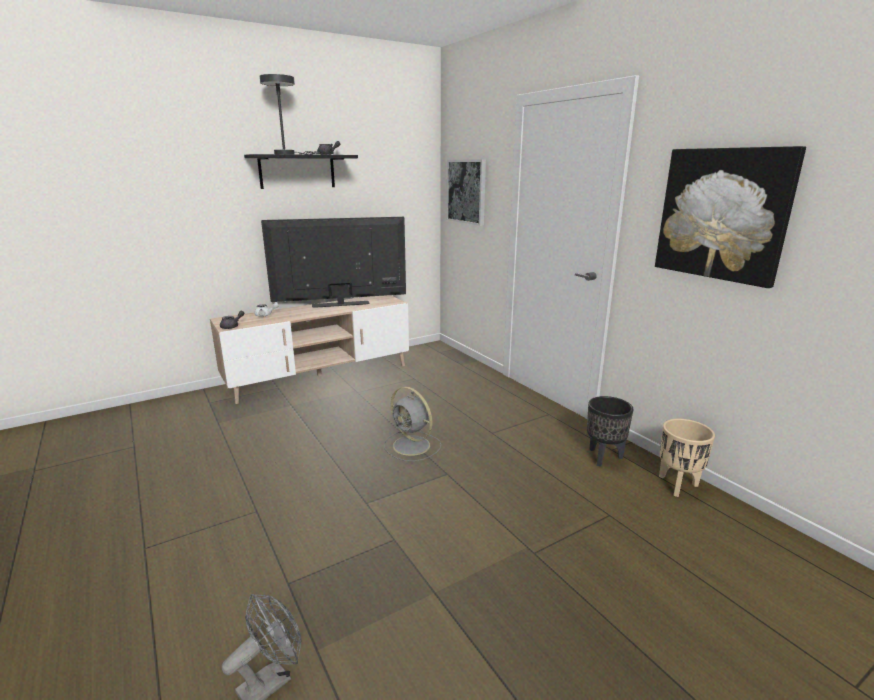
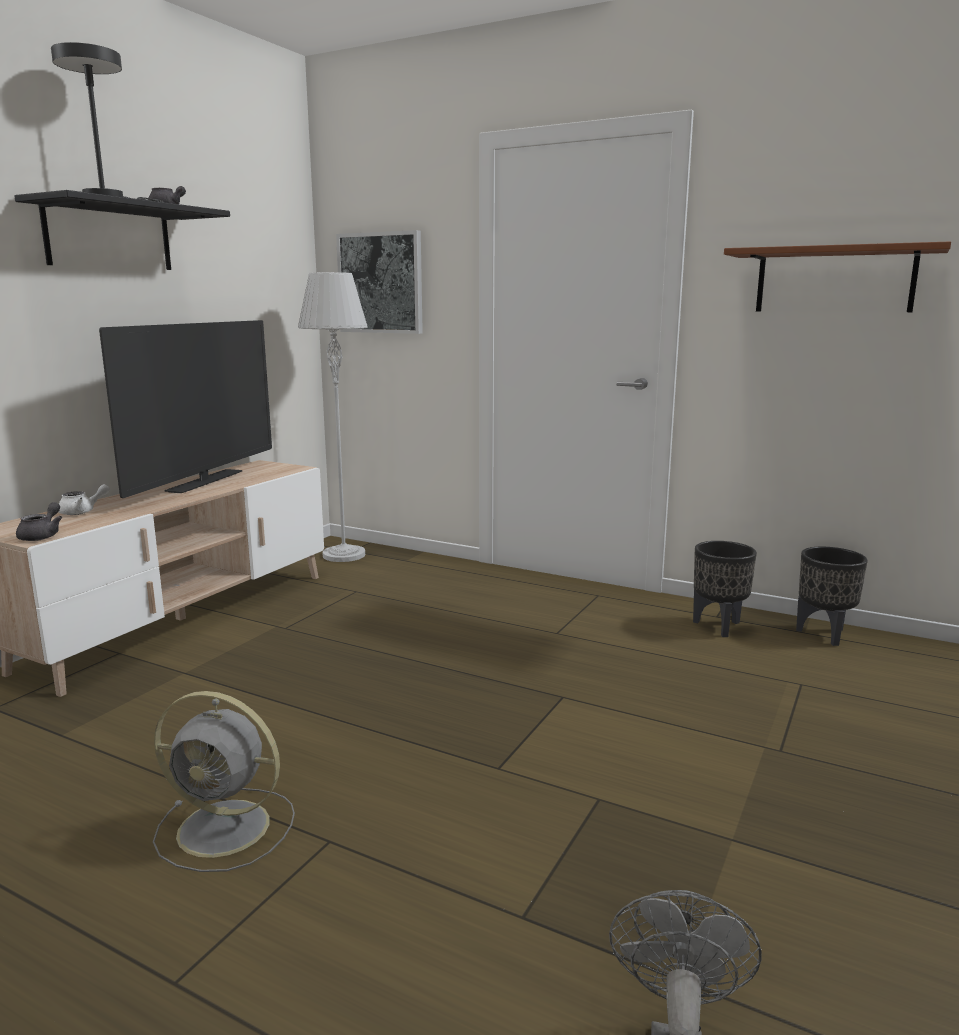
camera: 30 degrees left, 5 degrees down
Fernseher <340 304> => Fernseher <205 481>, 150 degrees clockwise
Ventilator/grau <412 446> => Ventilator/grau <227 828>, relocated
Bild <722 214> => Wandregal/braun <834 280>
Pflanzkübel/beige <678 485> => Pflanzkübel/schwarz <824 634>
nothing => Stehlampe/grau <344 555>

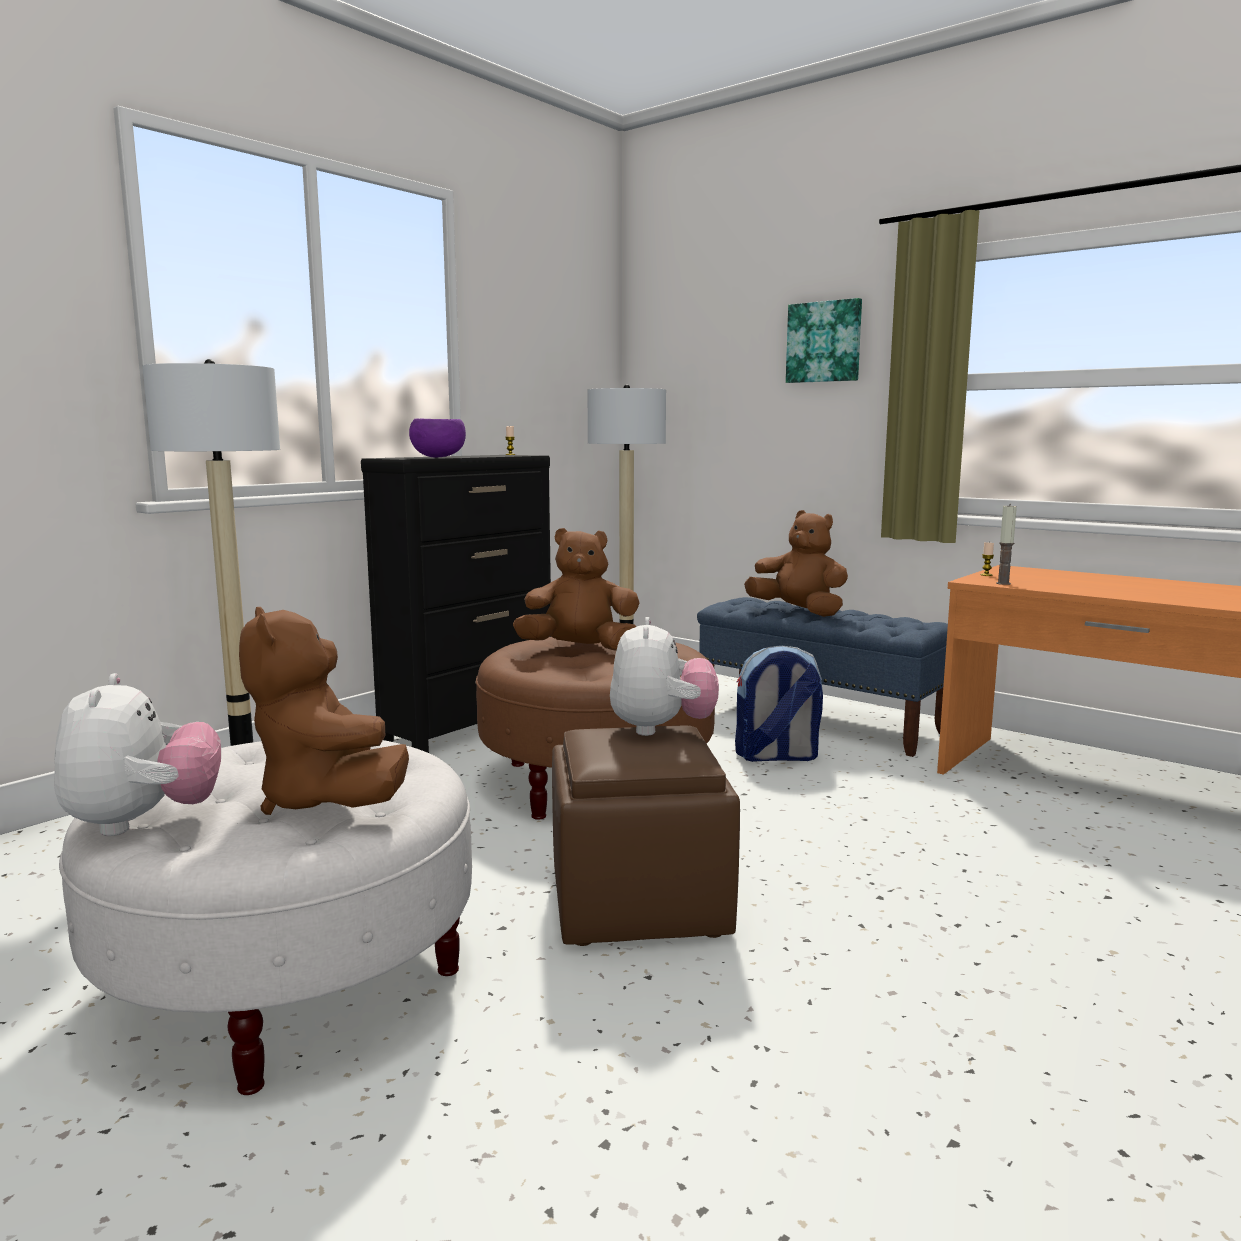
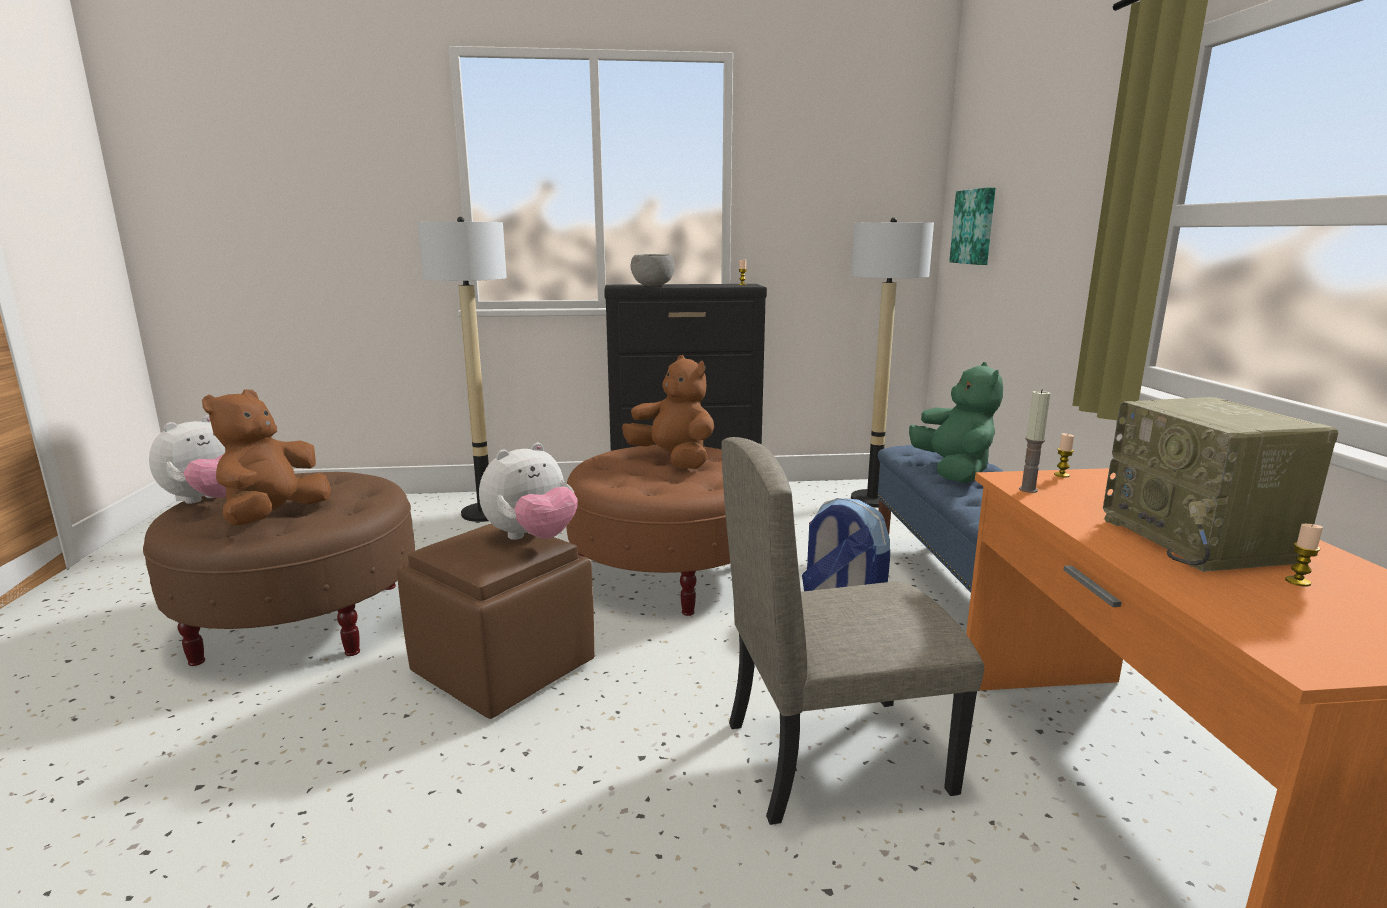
camera: 45 degrees right, 5 degrees up
Polsterhocker/weiß <290 981> => Polsterhocker/braun <302 620>
Schüssel/lila <438 457> => Schüssel/grau <652 286>
Plüschtier/braun <799 612> => Plüschtier/grün <953 471>
Bild <824 342> => Bild <974 227>, relocated
nothing => Stuhl/beige <835 755>
nothing => Radio <1199 541>
nothing => Kerze <1297 581>

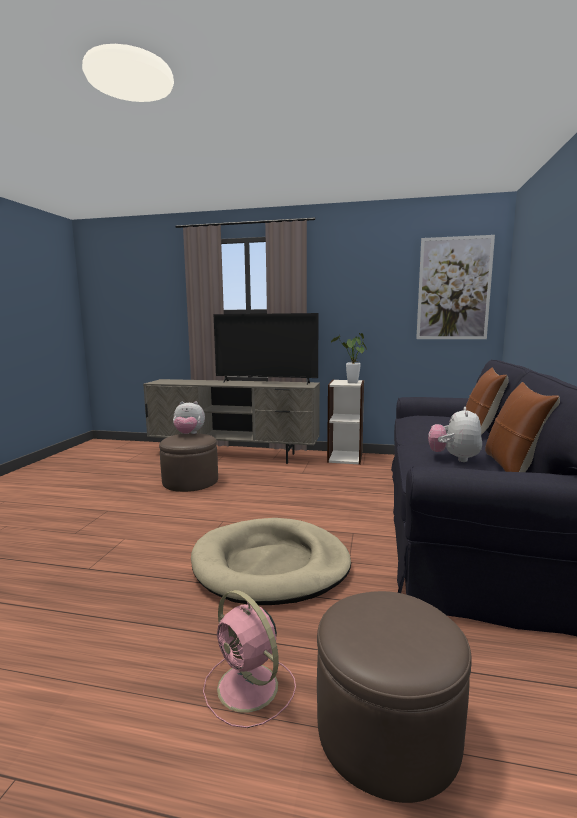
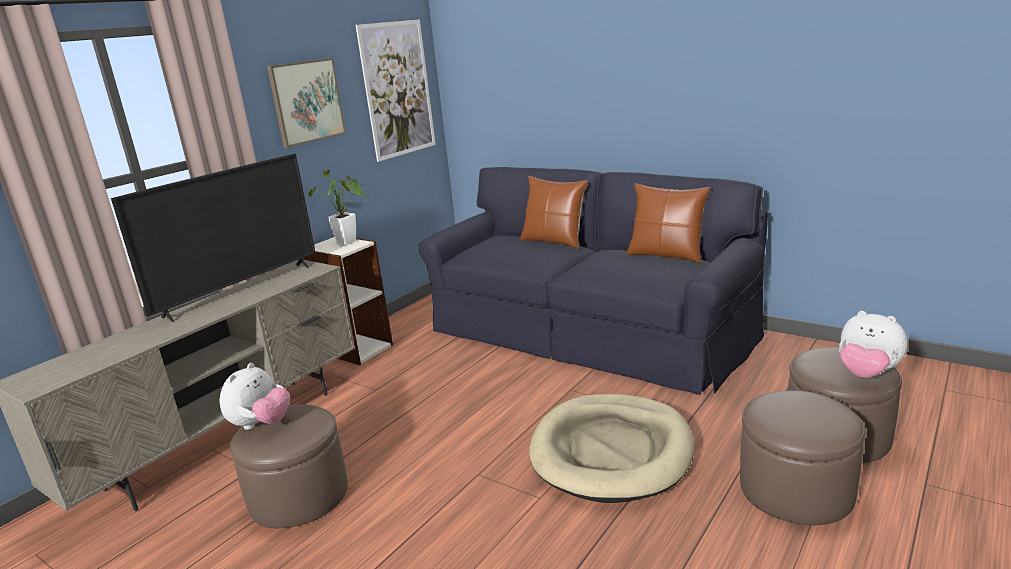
camera: 65 degrees left, 10 degrees up
Ventilator/rosa <249 688> => Polsterhocker/braun <796 489>
Plüschtier <454 458> => Plüschtier <867 374>, relocated
nothing => Bild <306 101>

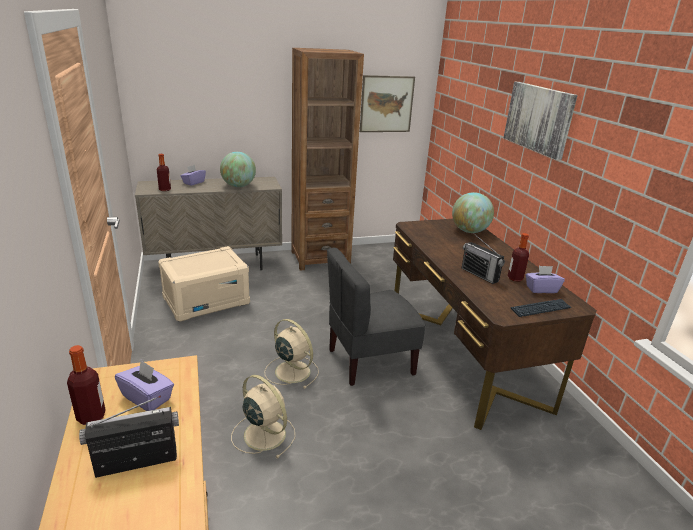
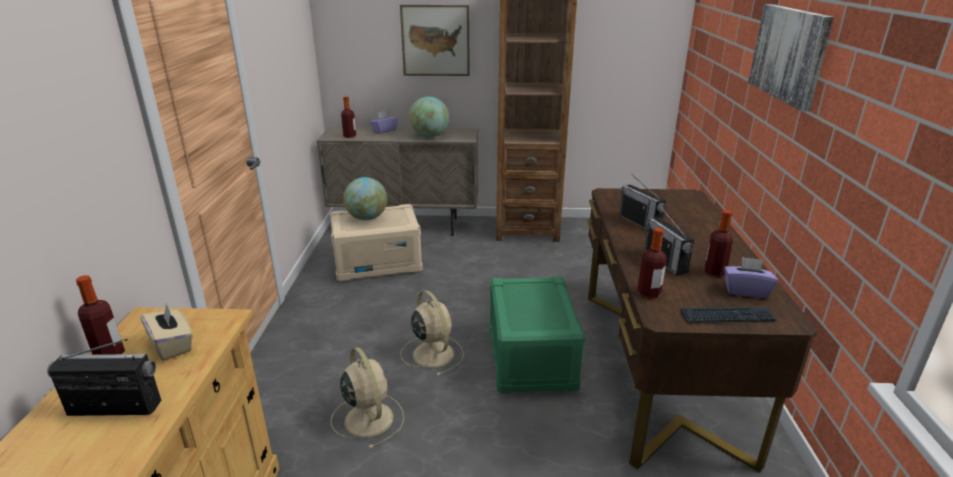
camera: 20 degrees right, 0 degrees up
Taschentuchbox/lila <147 398> => Taschentuchbox/beige <172 345>
Stuhl/grau <370 361> => Aufbewahrungsbox/grün <530 357>
Bild <386 104> => Bild <435 41>, relocated
Globus <469 231> => Globus <367 218>, relocated
nothing => Radio <639 223>
nothing => Flasche <648 293>

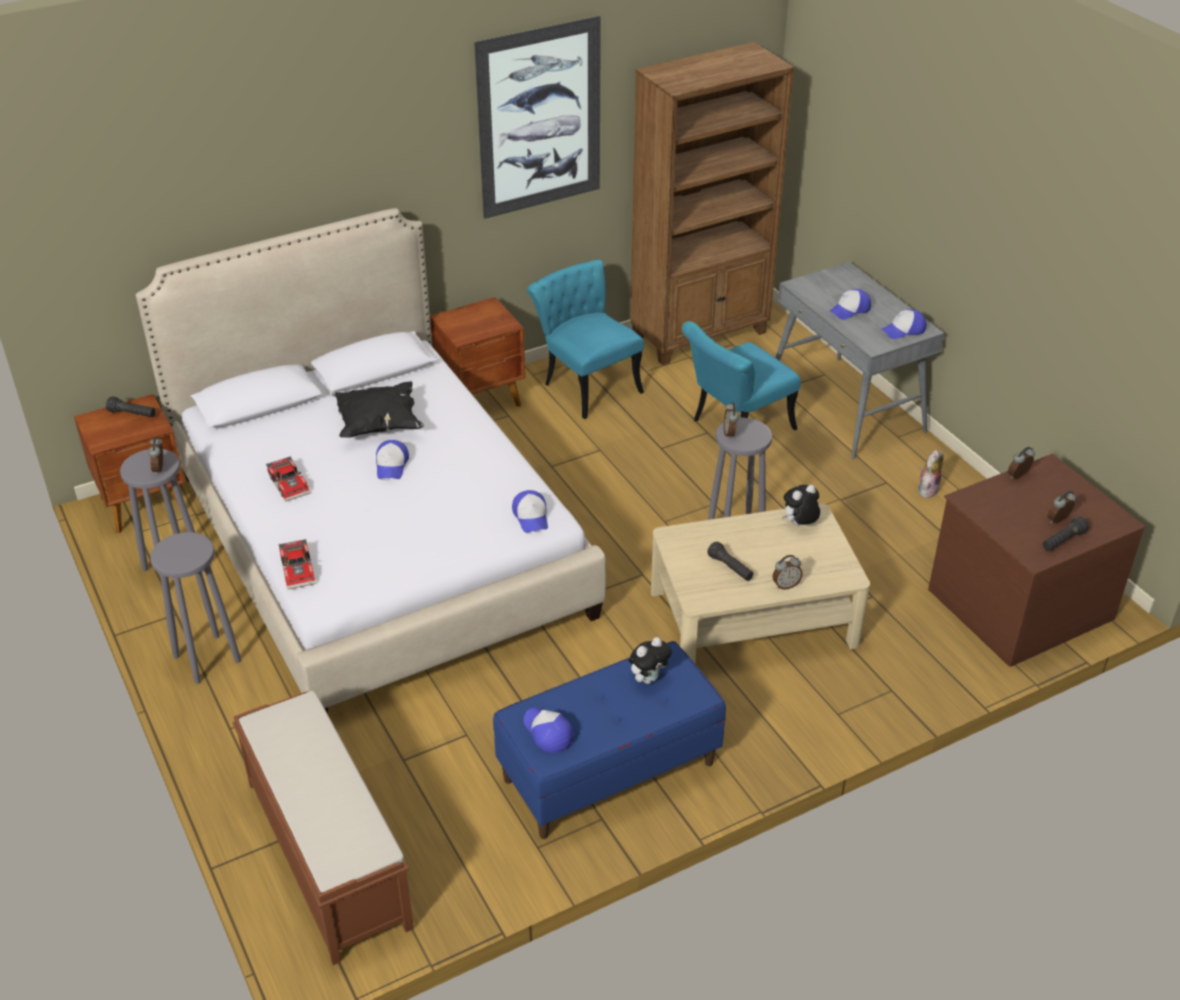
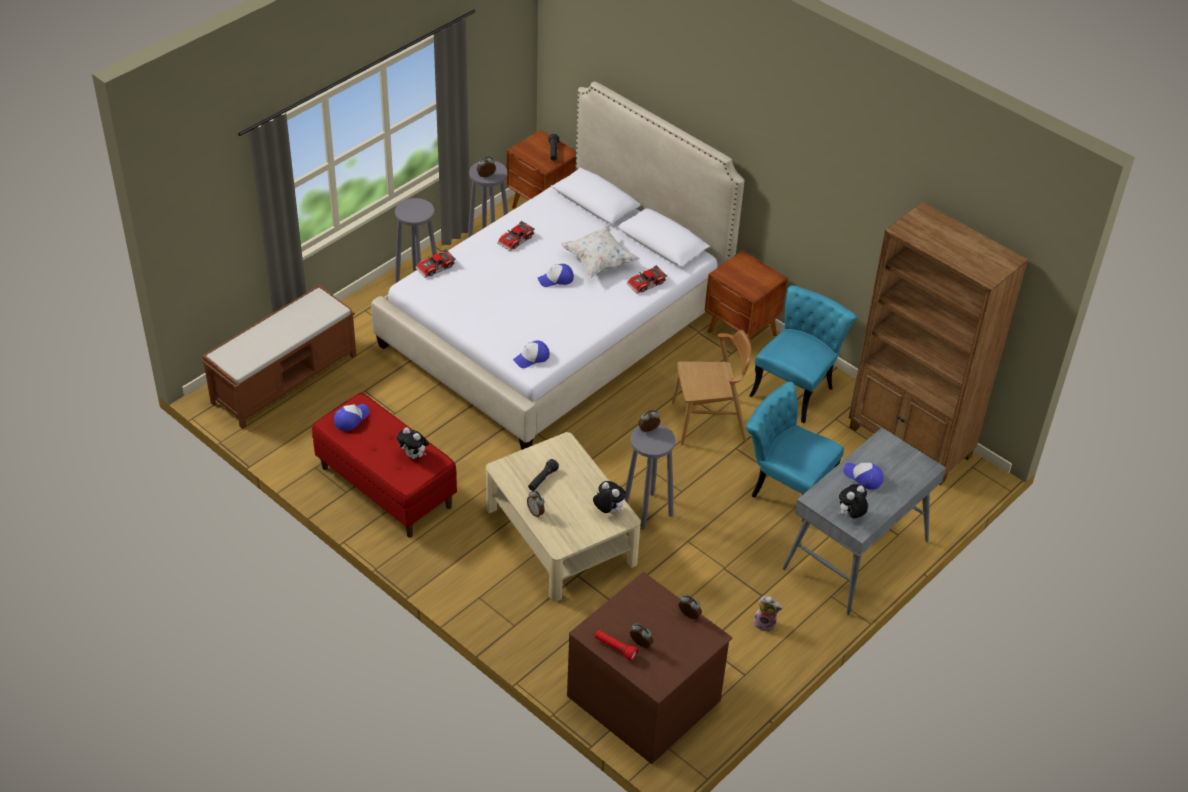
camera: 70 degrees right, 5 degrees up
Kissen/schwarz <378 424> => Kissen/weiß <598 262>
Bild <539 119> => nothing
Bank/blau <609 772> => Bank/rot <385 487>
Kappe <903 330> => Plüschtier <850 515>
Taschenlampe/schwarz <1062 541> => Taschenlampe/rot <615 648>
nothing => Spielzeugauto <647 284>
nothing => Stuhl/braun <709 422>

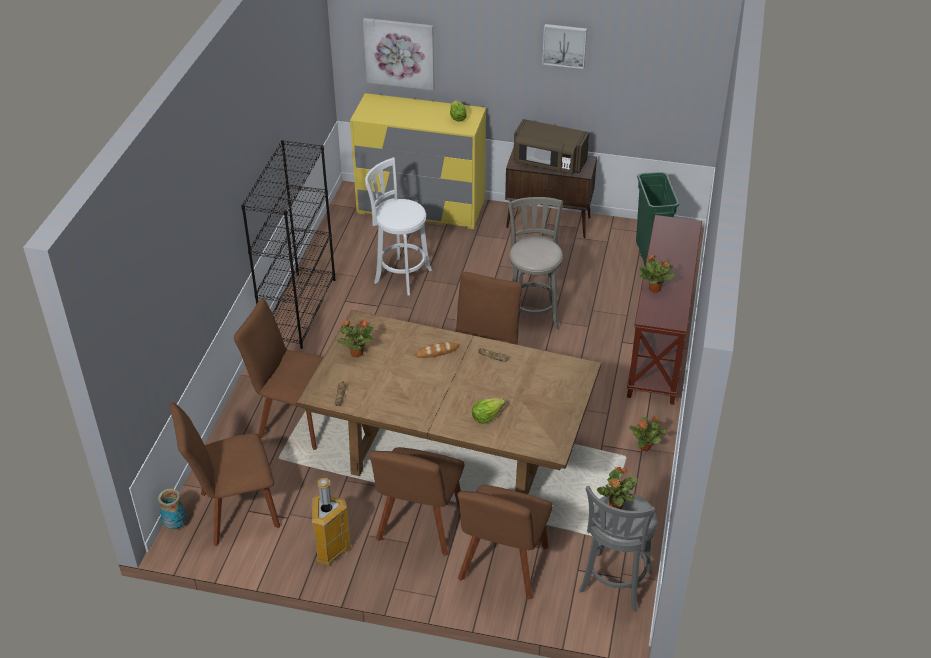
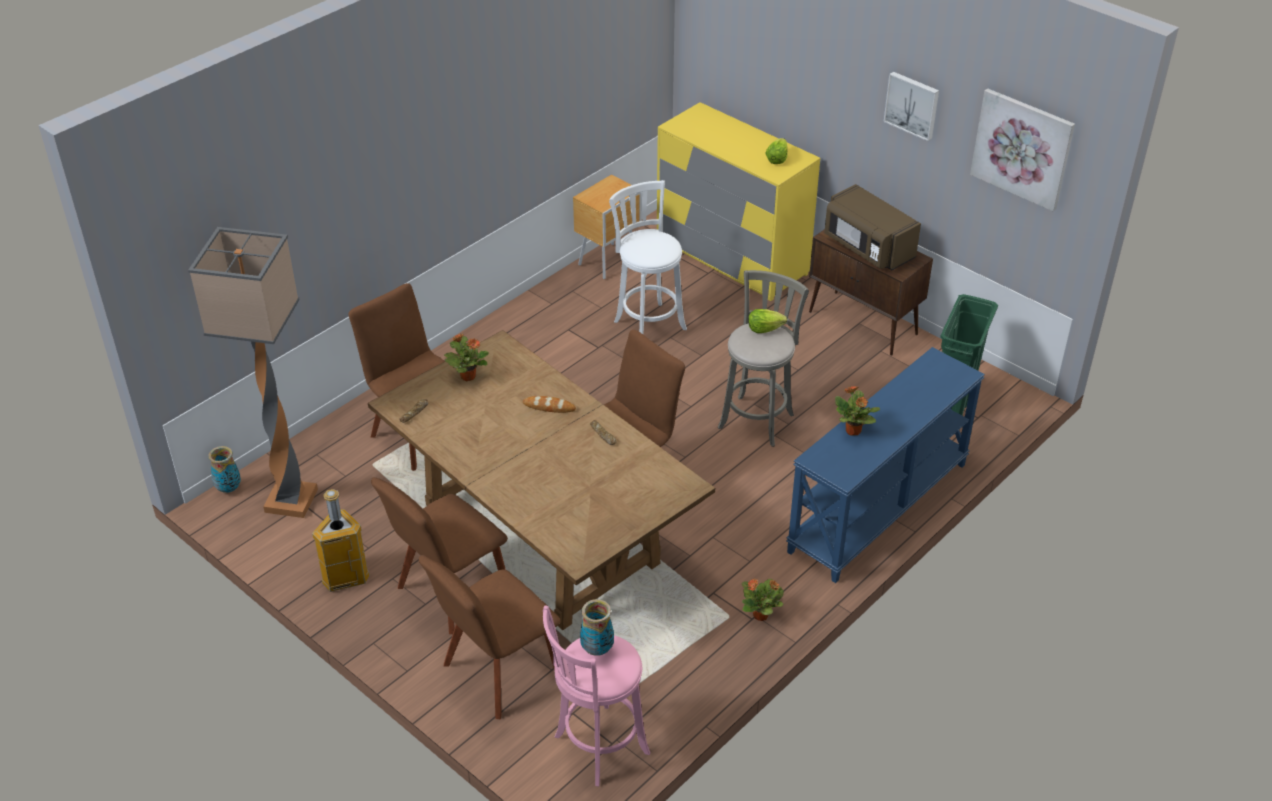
camera: 30 degrees right, 0 degrees up
Stuhl/braun <235 512> => Stehlampe <290 499>
Bücherregal/schwarz <299 309> => nothing
Bild <400 53> => Bild <1022 148>, relocated
Salatkopf <486 417> => Salatkopf <764 329>, relocated
Hocker/grau <614 585> => Hocker/rosa <597 747>
Topfpflanze <615 506> => Vase <597 649>
Konsolentisch/braun <660 343> => Konsolentisch/blau <879 508>
nothing => Nachttisch/braun <610 261>

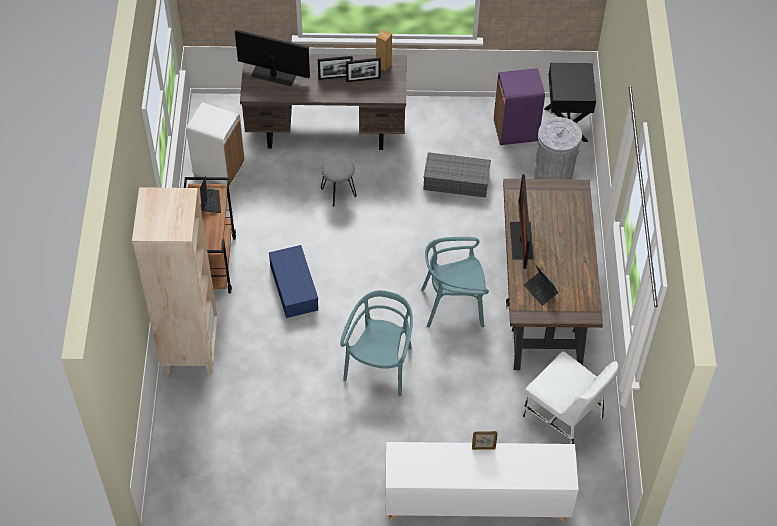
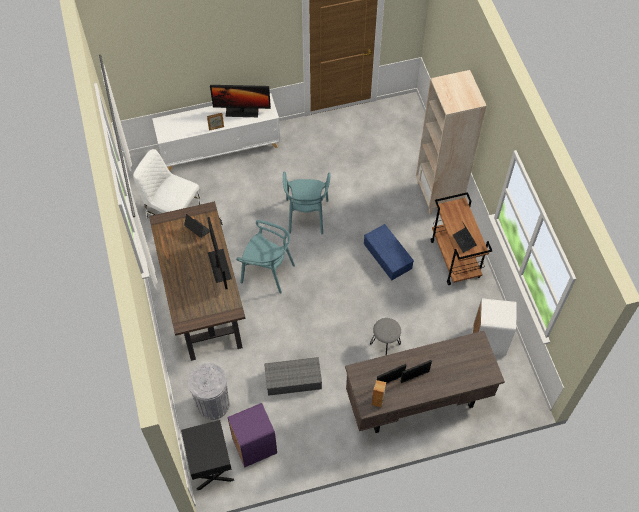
camera: 165 degrees right, 5 degrees up
Monitor <274 74> => Monitor <242 111>, relocated
Stuhl/türkis <453 305> => Stuhl/türkis <267 272>, 45 degrees clockwise

